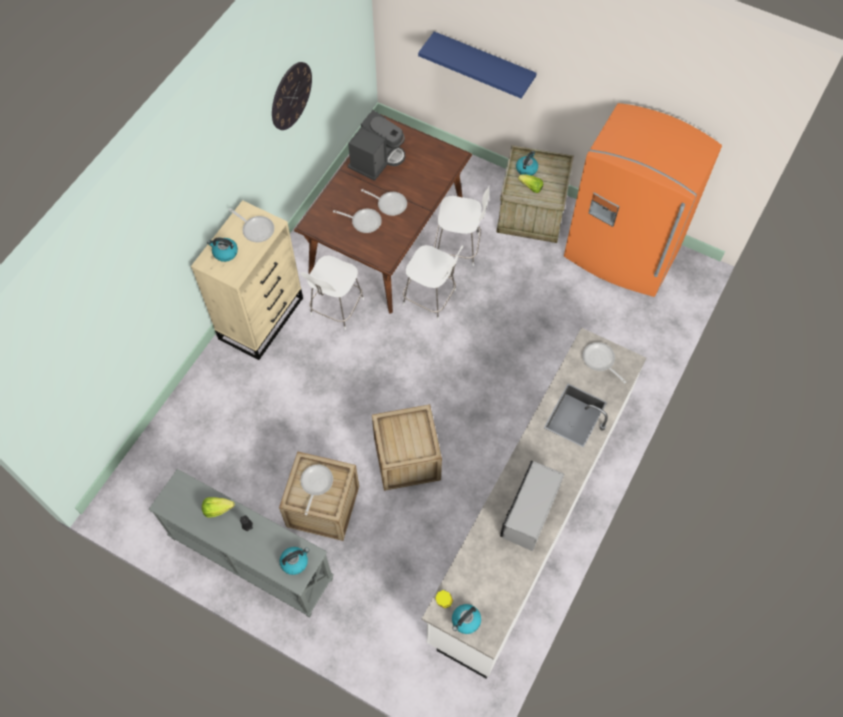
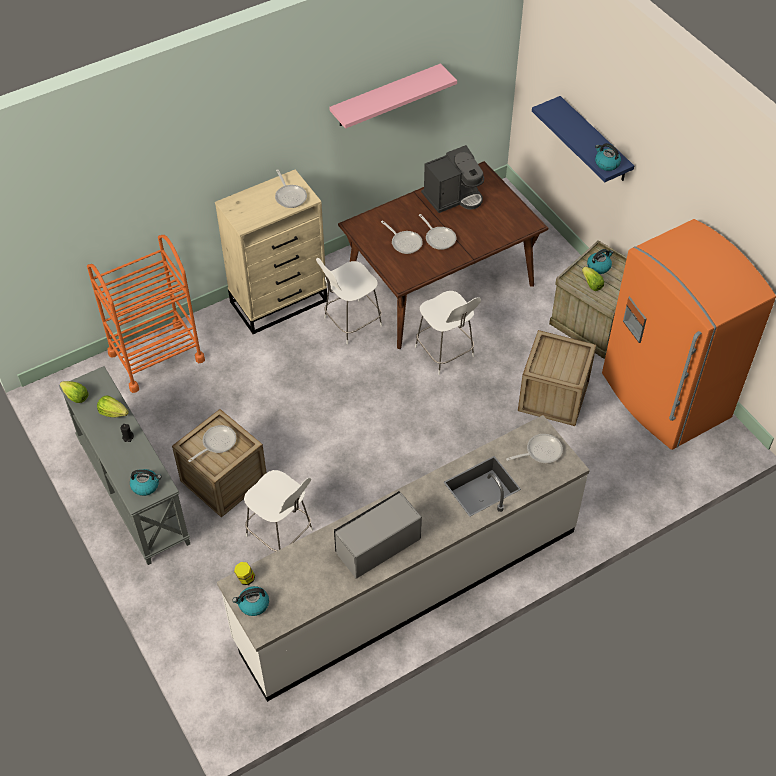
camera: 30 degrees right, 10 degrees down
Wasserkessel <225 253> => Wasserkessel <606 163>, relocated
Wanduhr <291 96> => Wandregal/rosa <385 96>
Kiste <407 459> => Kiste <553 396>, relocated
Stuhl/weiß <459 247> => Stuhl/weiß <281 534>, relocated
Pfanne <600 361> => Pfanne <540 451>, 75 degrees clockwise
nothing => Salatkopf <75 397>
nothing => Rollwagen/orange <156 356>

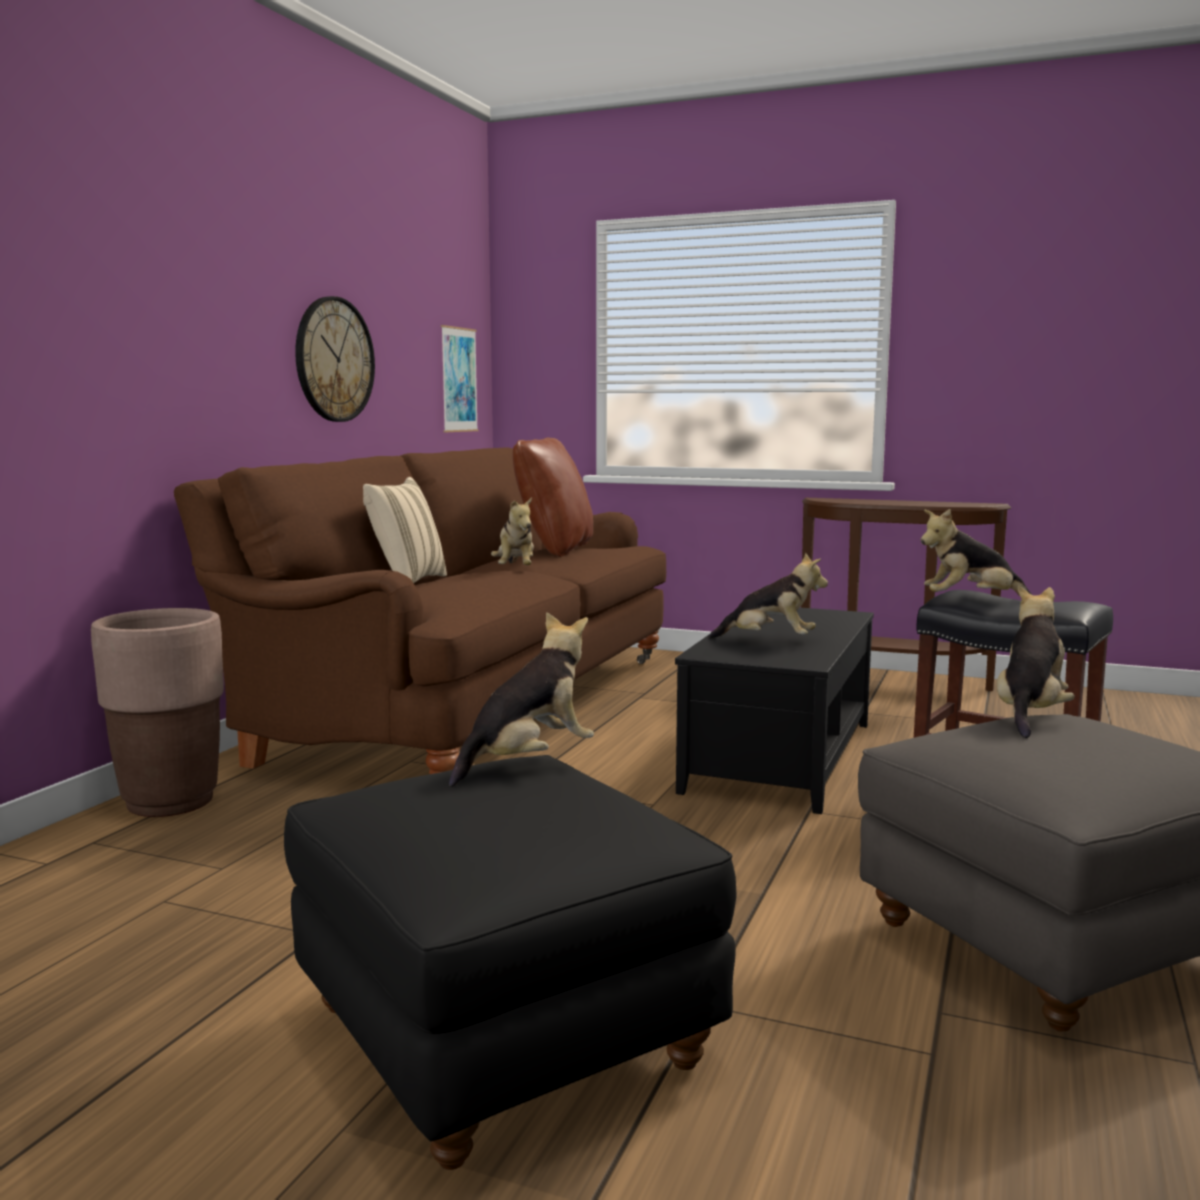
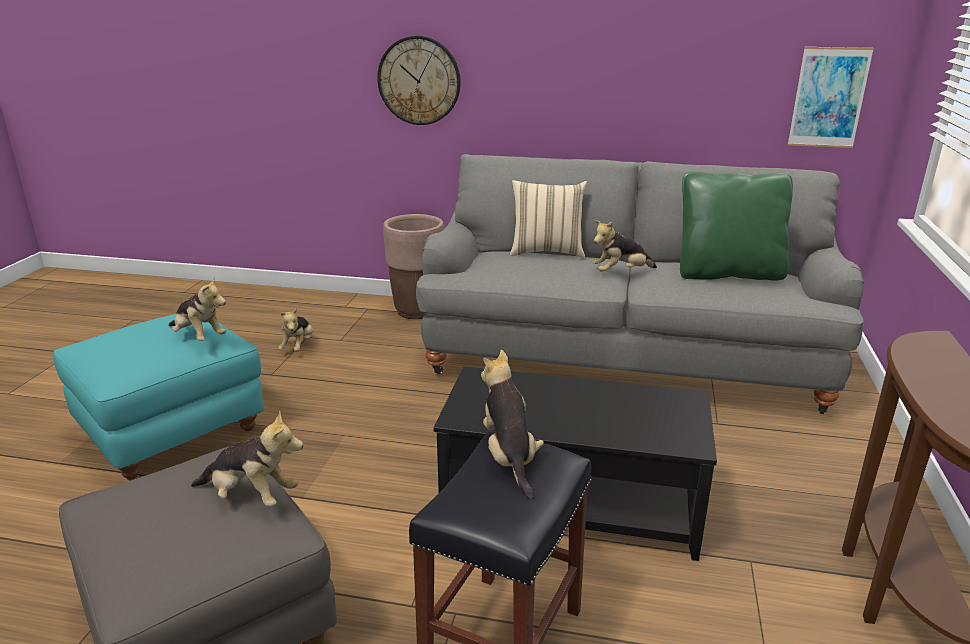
camera: 80 degrees right, 15 degrees up
Sofa/braun <469 706> => Sofa/grau <623 356>
Polsterhocker/schwarz <500 1037> => Polsterhocker/türkis <172 430>
Wanduhr <334 359> => Wanduhr <419 81>, relocated
Kissen/braun <555 550> => Kissen/grün <728 273>
Plüschtier <769 641> => Plüschtier <298 346>, relocated

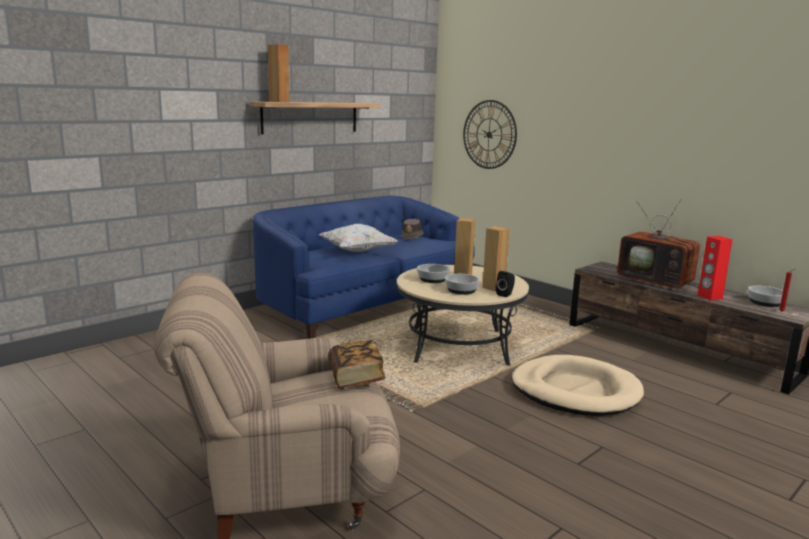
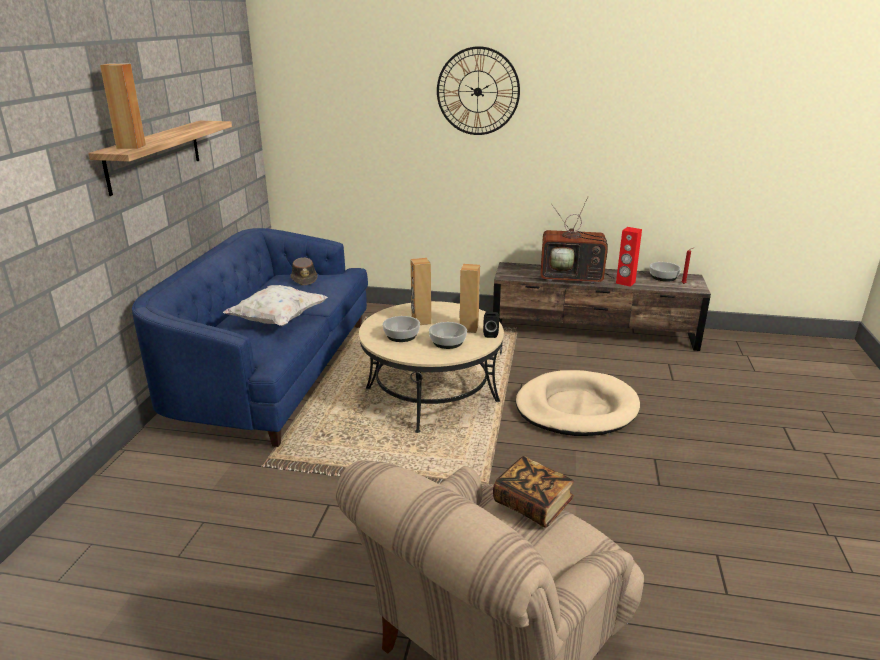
camera: 35 degrees left, 10 degrees up
Wanduhr <489 134> => Wanduhr <478 91>, relocated

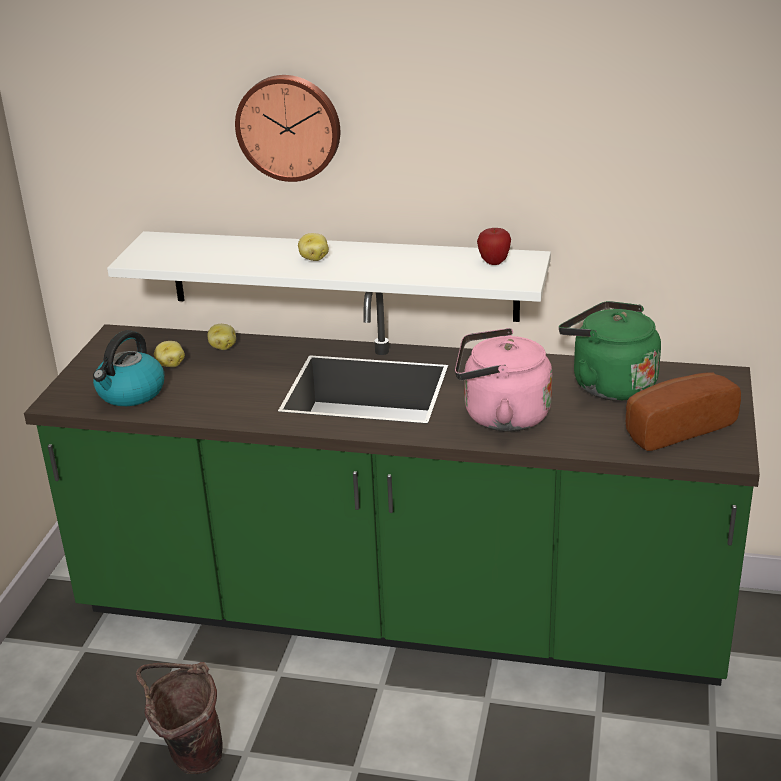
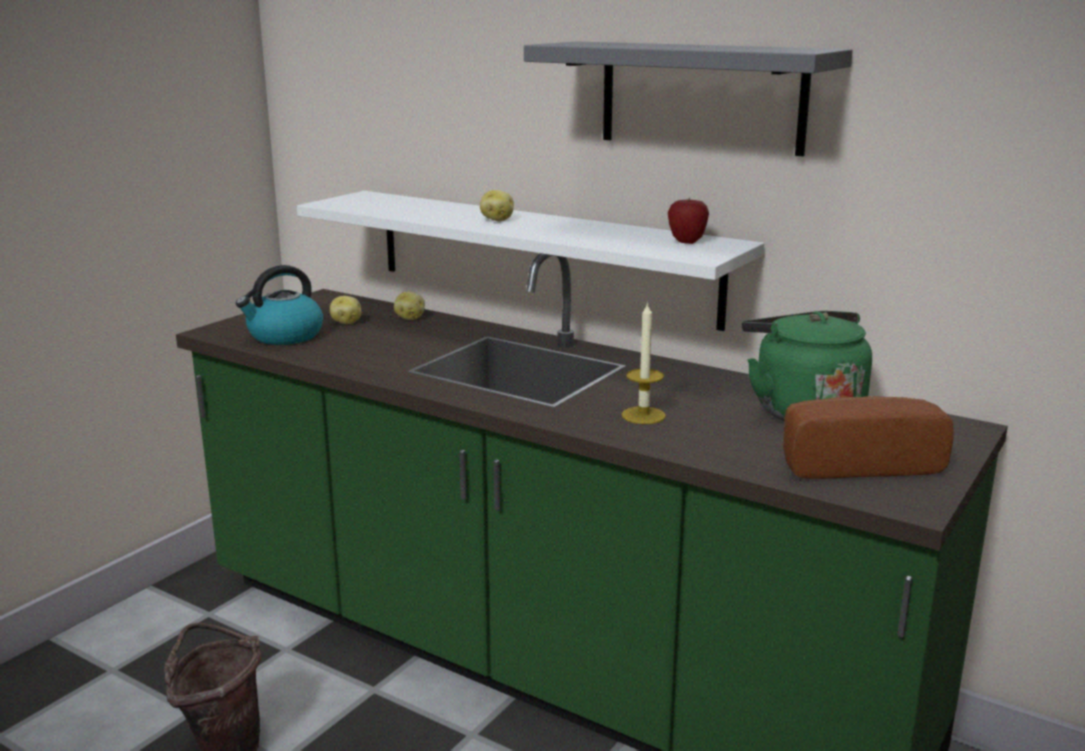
camera: 20 degrees right, 10 degrees down
Wanduhr <289 127> => nothing
Wasserkessel/rosa <500 416> => Kerze <643 415>
nothing => Wandregal/grau <701 96>

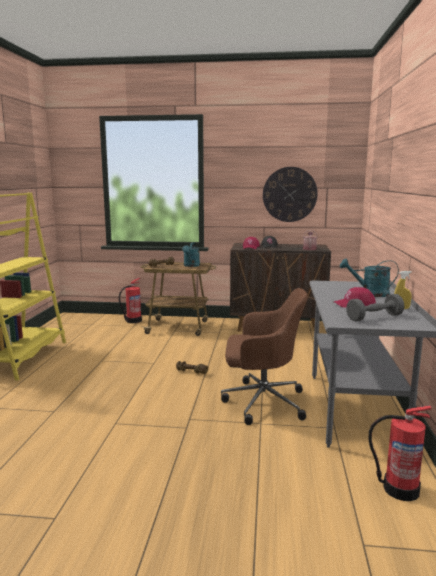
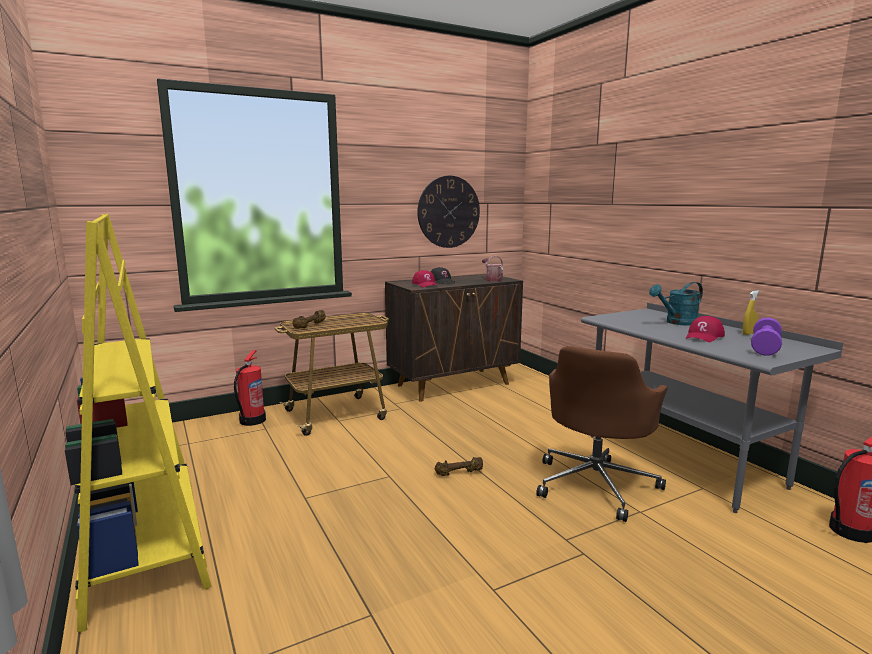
camera: 35 degrees left, 0 degrees up
Gießkanne/türkis <191 266> => nothing
Bürostuhl/braun <262 402> => Bürostuhl/braun <596 484>, 150 degrees clockwise
Hantel/grau <374 317> => Hantel/lila <765 347>

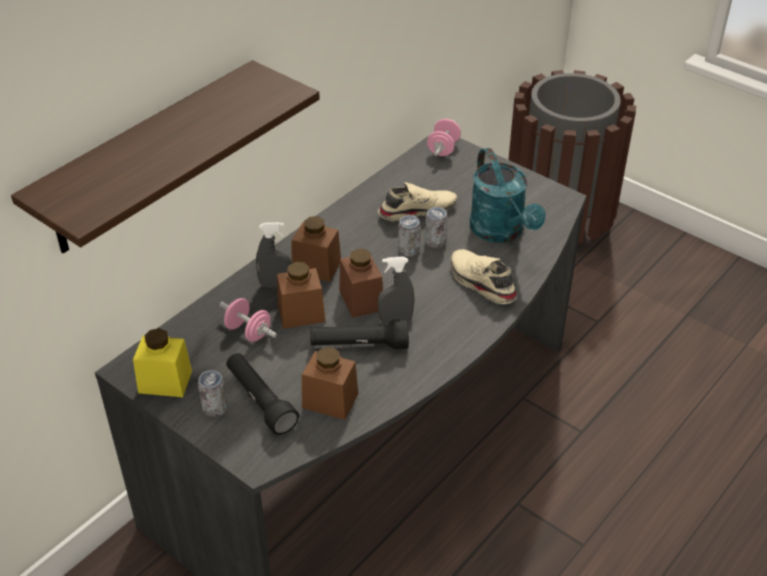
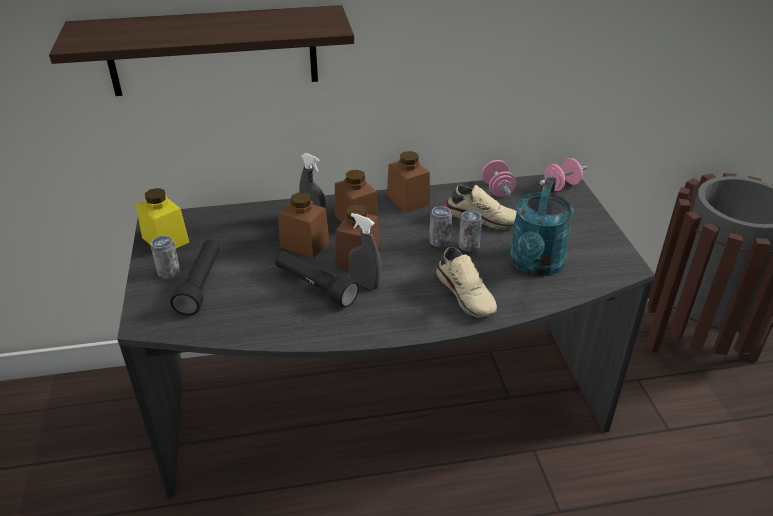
camera: 40 degrees right, 5 degrees down
Hantel/rosa <248 332> => Hantel/rosa <497 190>, relocated
Vorratsglas/braun <330 400> => Vorratsglas/braun <408 200>, relocated
Schuh/beige <480 283> => Schuh/beige <467 294>, 150 degrees clockwise

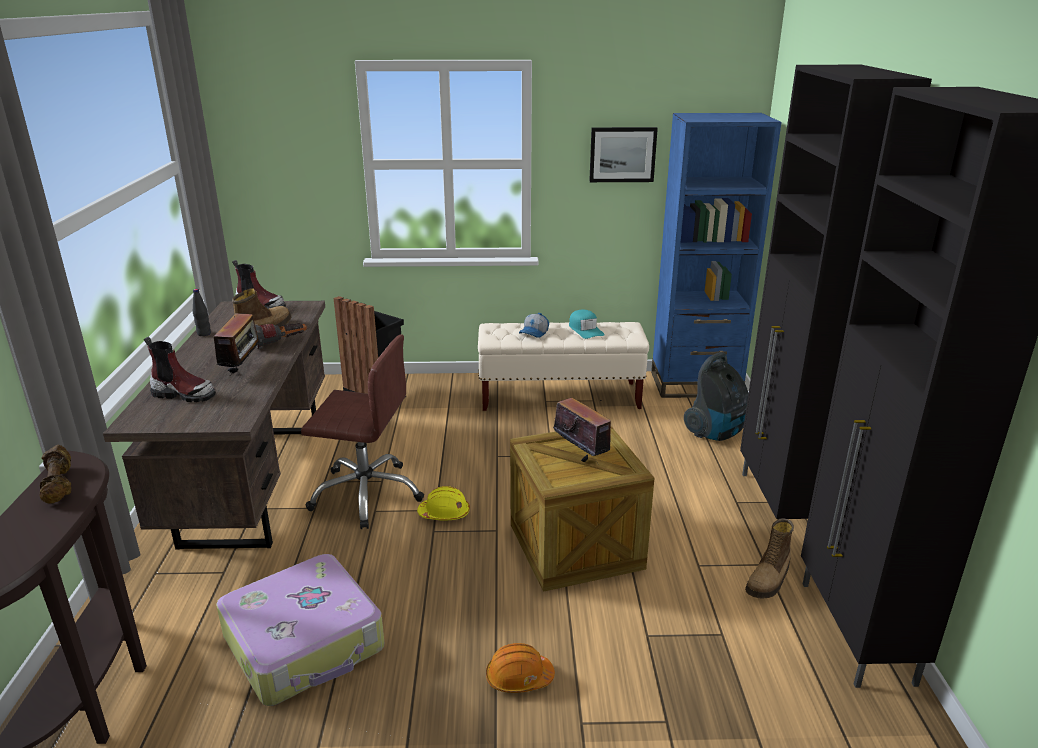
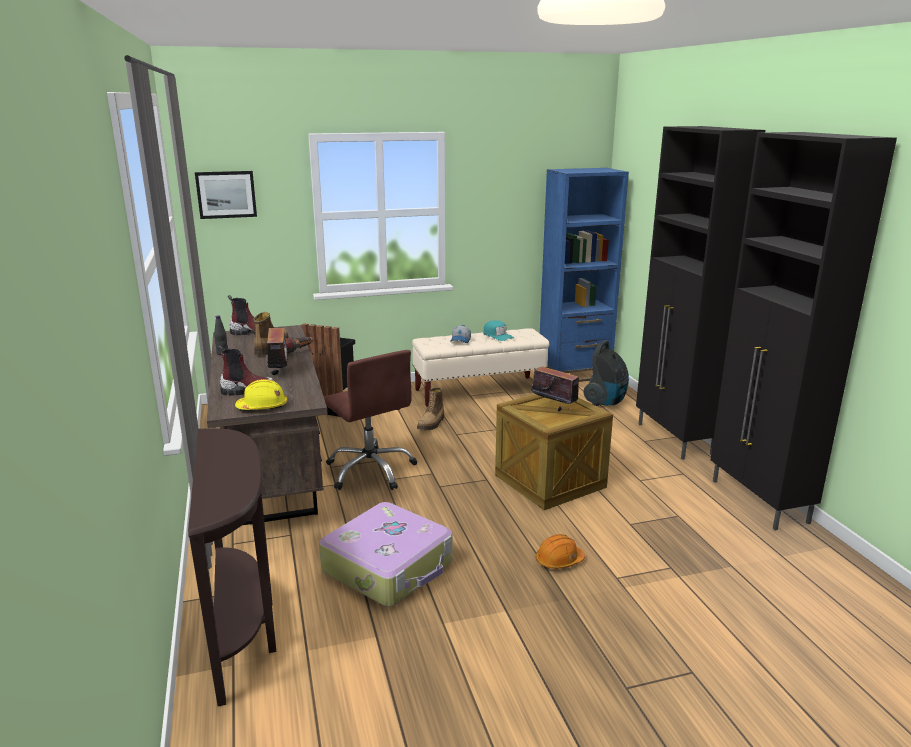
camera: 15 degrees left, 5 degrees down
Hantel/braun <60 484> => nothing
Bürostuhl/braun <366 494> => Bürostuhl/braun <371 470>, 60 degrees clockwise
Schutzhelm/gelb <444 513> => Schutzhelm/gelb <263 407>, relocated
Bild <622 154> => Bild <226 194>, relocated
Stiefel <769 580> => Stiefel <431 424>, relocated

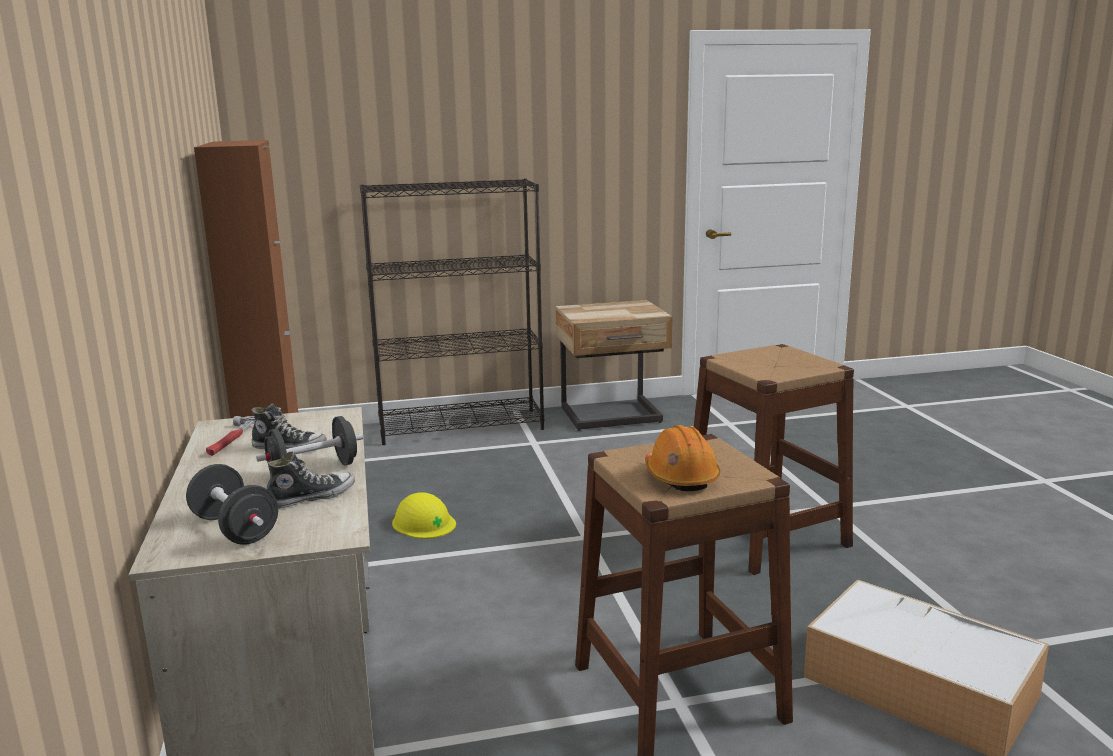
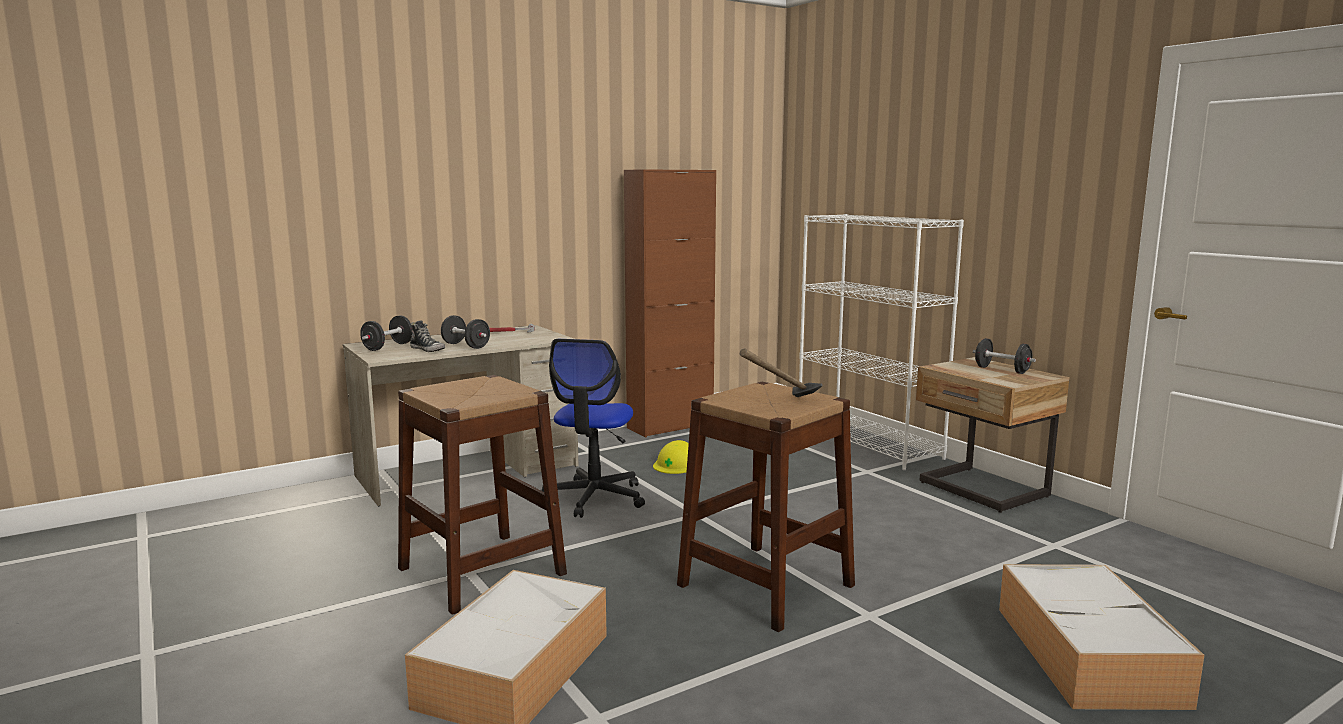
camera: 70 degrees right, 5 degrees down
Schuh <290 447> => nothing
Bücherregal/schwarz <462 426> => Bücherregal/weiß <868 444>
Schutzhelm/orange <681 476> => nothing
nothing => Bürostuhl <594 497>
nothing => Hammer <781 405>
nothing => Hantel/schwarz <1002 370>
nothing => Aufbewahrungsbox <1089 656>

